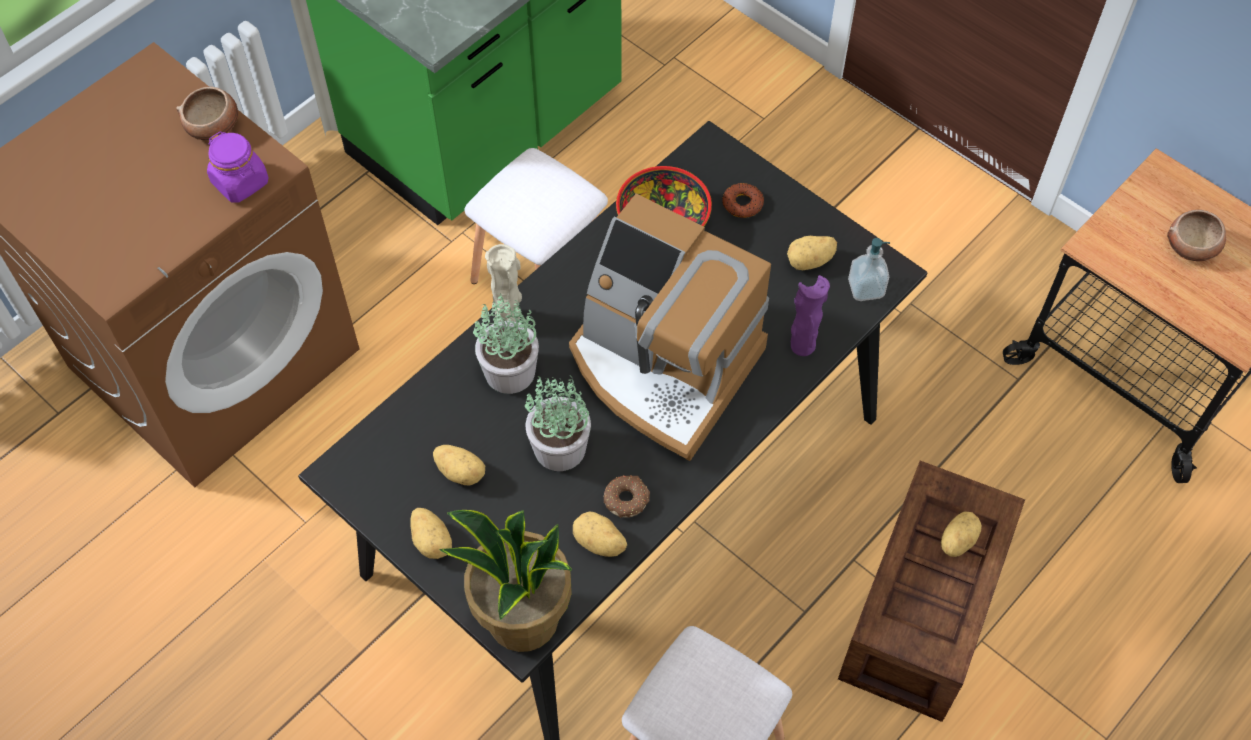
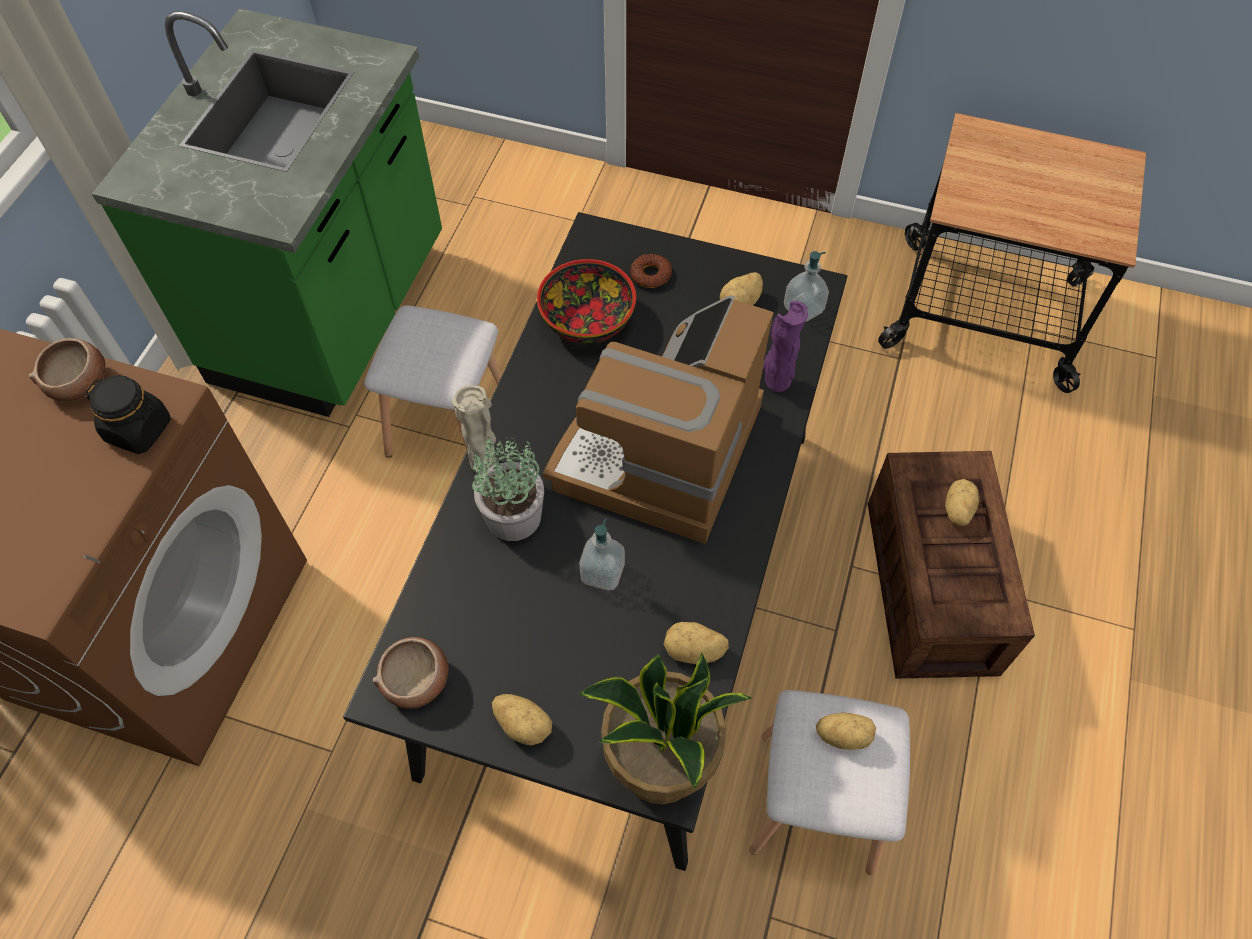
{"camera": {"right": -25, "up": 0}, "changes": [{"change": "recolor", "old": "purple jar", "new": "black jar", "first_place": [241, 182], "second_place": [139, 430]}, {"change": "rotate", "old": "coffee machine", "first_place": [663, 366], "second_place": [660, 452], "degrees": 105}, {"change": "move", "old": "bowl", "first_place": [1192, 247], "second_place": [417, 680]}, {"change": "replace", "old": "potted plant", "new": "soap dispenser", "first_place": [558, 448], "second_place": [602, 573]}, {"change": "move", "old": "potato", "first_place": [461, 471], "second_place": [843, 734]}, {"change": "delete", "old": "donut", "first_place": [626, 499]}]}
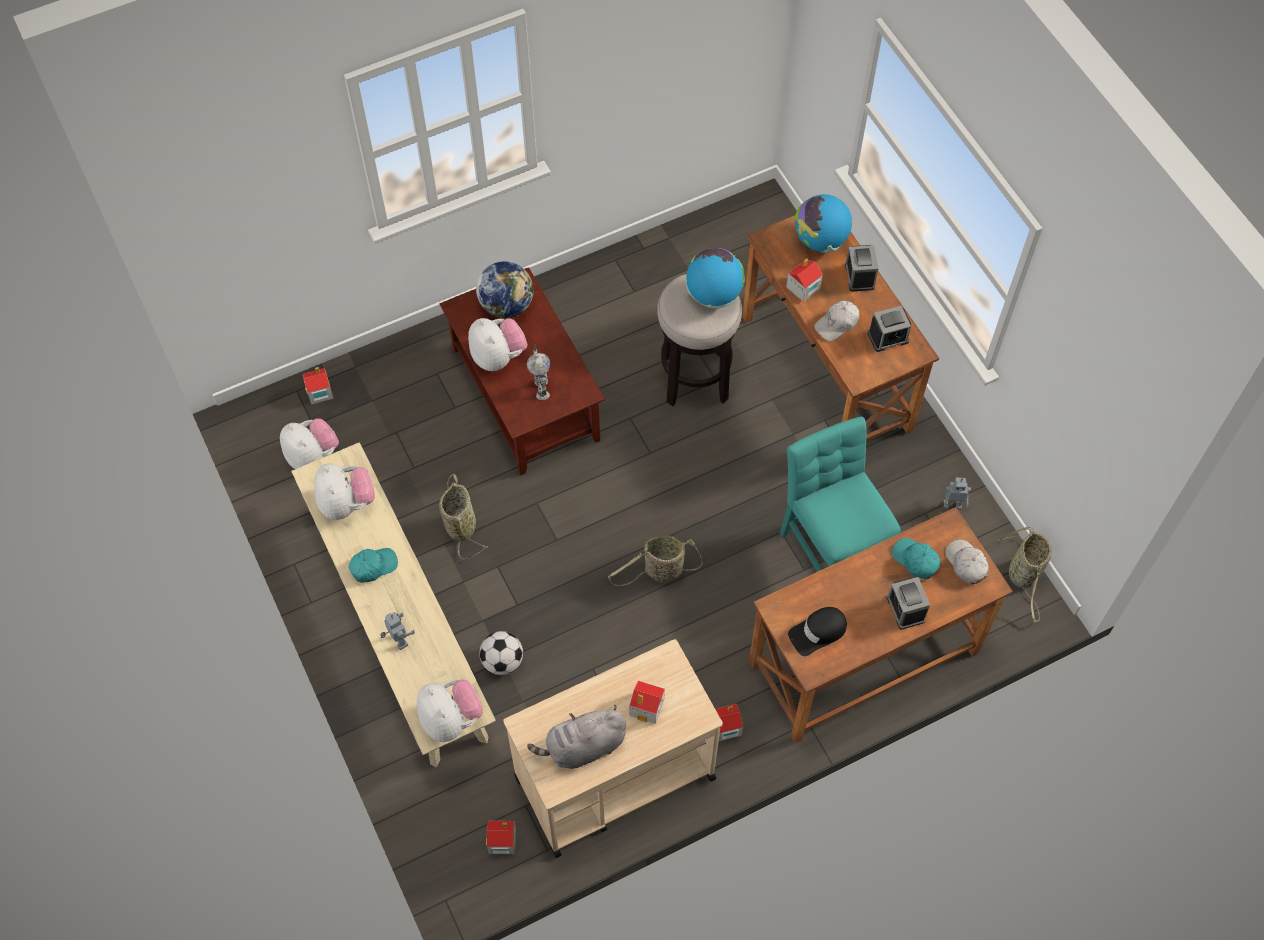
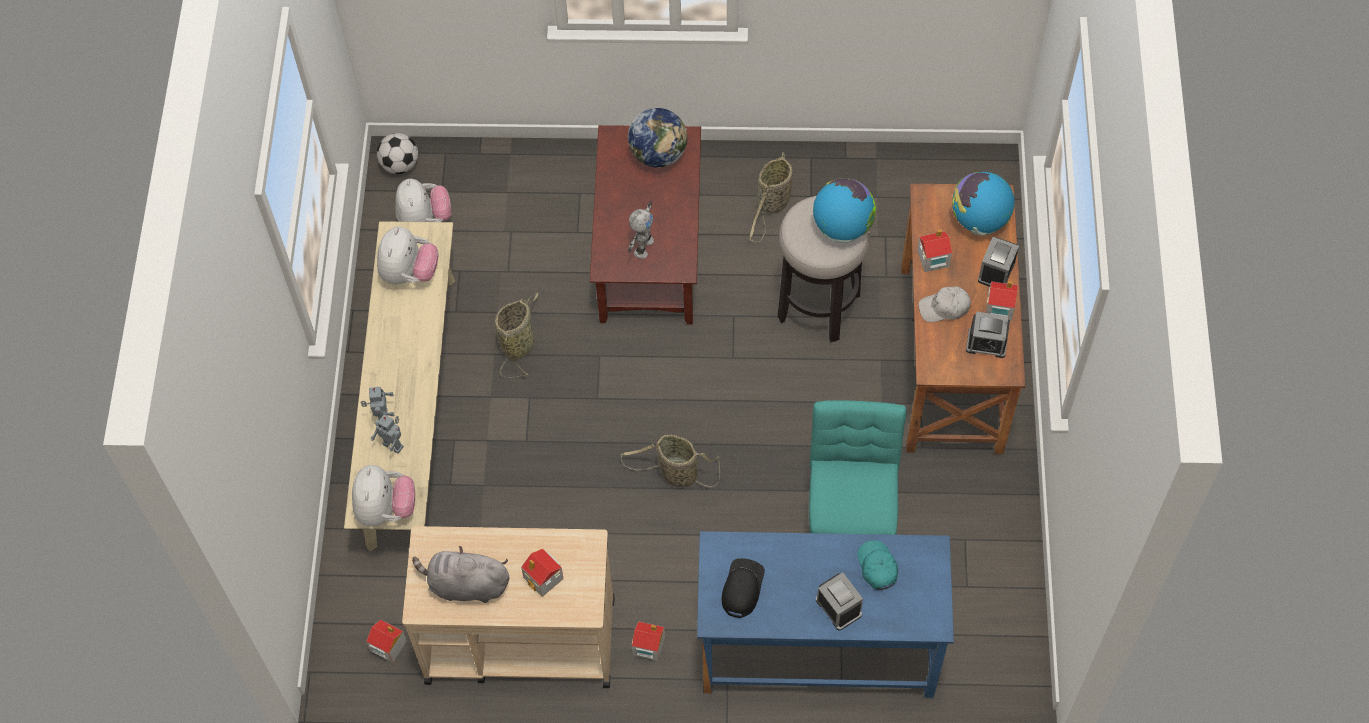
{"camera": {"right": 30, "up": 0}, "changes": [{"change": "delete", "old": "plush toy", "first_place": [498, 357]}, {"change": "move", "old": "toy house", "first_place": [319, 392], "second_place": [999, 308]}, {"change": "move", "old": "toy robot", "first_place": [952, 504], "second_place": [394, 444]}, {"change": "recolor", "old": "brown desk", "new": "blue desk", "first_place": [864, 659], "second_place": [817, 648]}, {"change": "move", "old": "basket", "first_place": [1023, 576], "second_place": [772, 205]}, {"change": "delete", "old": "white cap", "first_place": [966, 564]}, {"change": "delete", "old": "turquoise cap", "first_place": [373, 566]}, {"change": "rotate", "old": "alarm clock", "first_place": [905, 609], "second_place": [838, 607], "degrees": 135}, {"change": "rotate", "old": "black cap", "first_place": [818, 632], "second_place": [742, 588], "degrees": 105}, {"change": "move", "old": "football", "first_place": [502, 661], "second_place": [400, 165]}]}
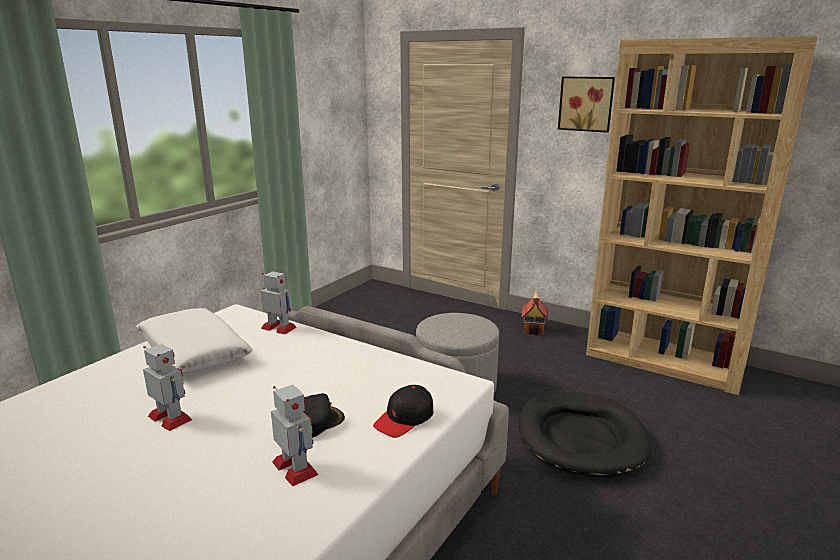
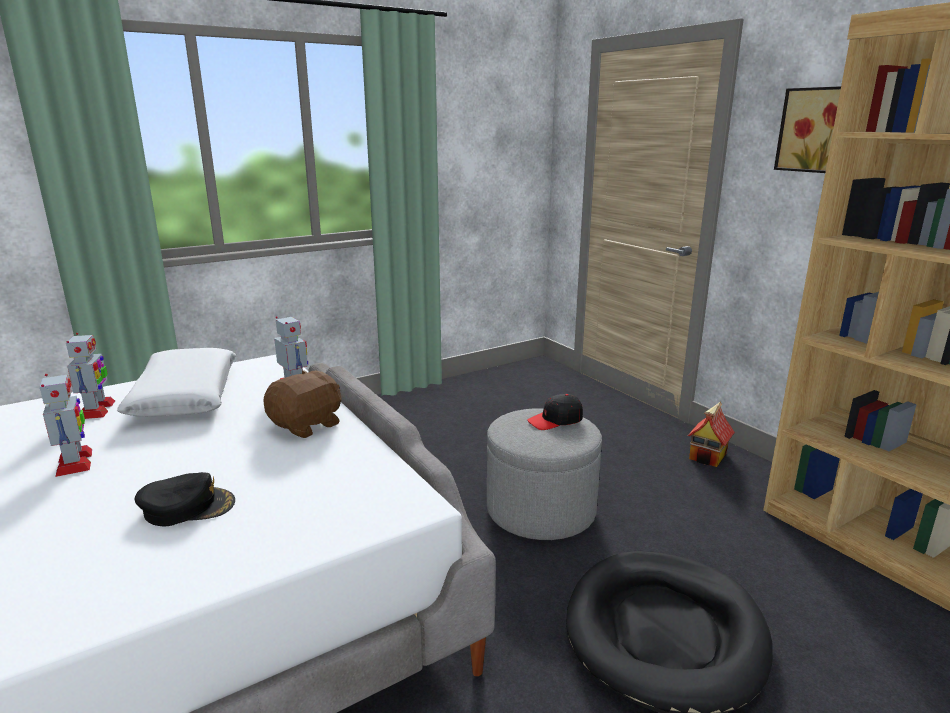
{"camera": {"right": 25, "up": 0}, "changes": [{"change": "move", "old": "toy robot", "first_place": [295, 468], "second_place": [96, 410]}, {"change": "move", "old": "black cap", "first_place": [404, 419], "second_place": [555, 420]}, {"change": "insert", "new": "brown plush toy", "second_place": [307, 425]}]}
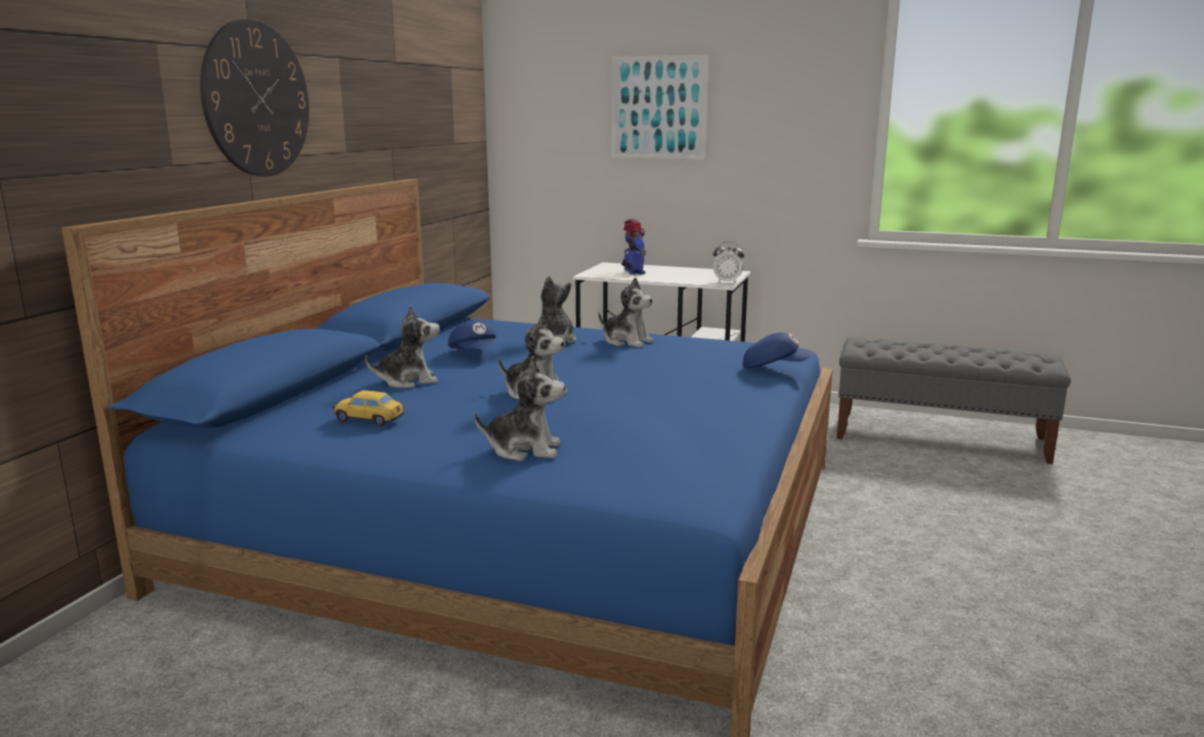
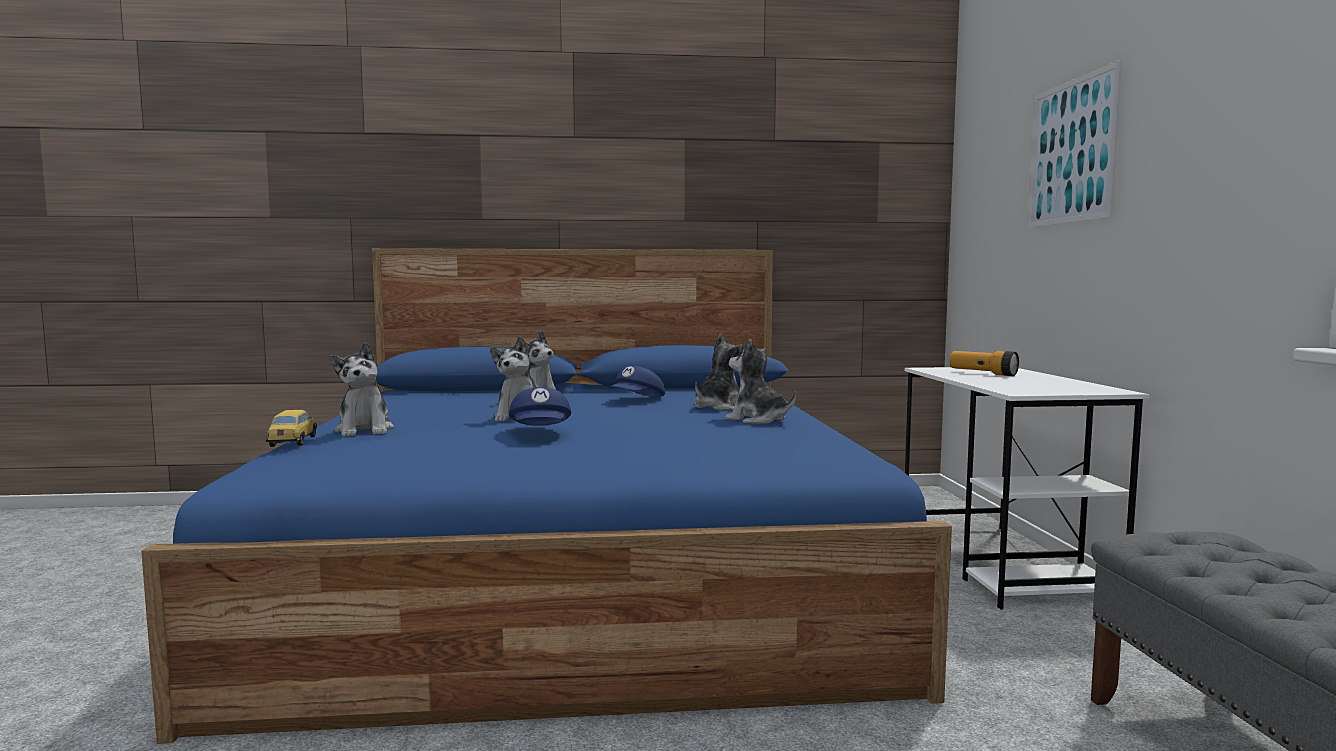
{"camera": {"right": 65, "up": -10}, "changes": [{"change": "delete", "old": "wall clock", "first_place": [256, 99]}, {"change": "replace", "old": "toy robot", "new": "flashlight", "first_place": [633, 272], "second_place": [982, 373]}, {"change": "delete", "old": "alarm clock", "first_place": [727, 282]}, {"change": "rotate", "old": "plush toy", "first_place": [627, 341], "second_place": [758, 420], "degrees": 120}, {"change": "move", "old": "blue cap", "first_place": [775, 368], "second_place": [541, 431]}, {"change": "move", "old": "toy car", "first_place": [369, 420], "second_place": [292, 442]}]}
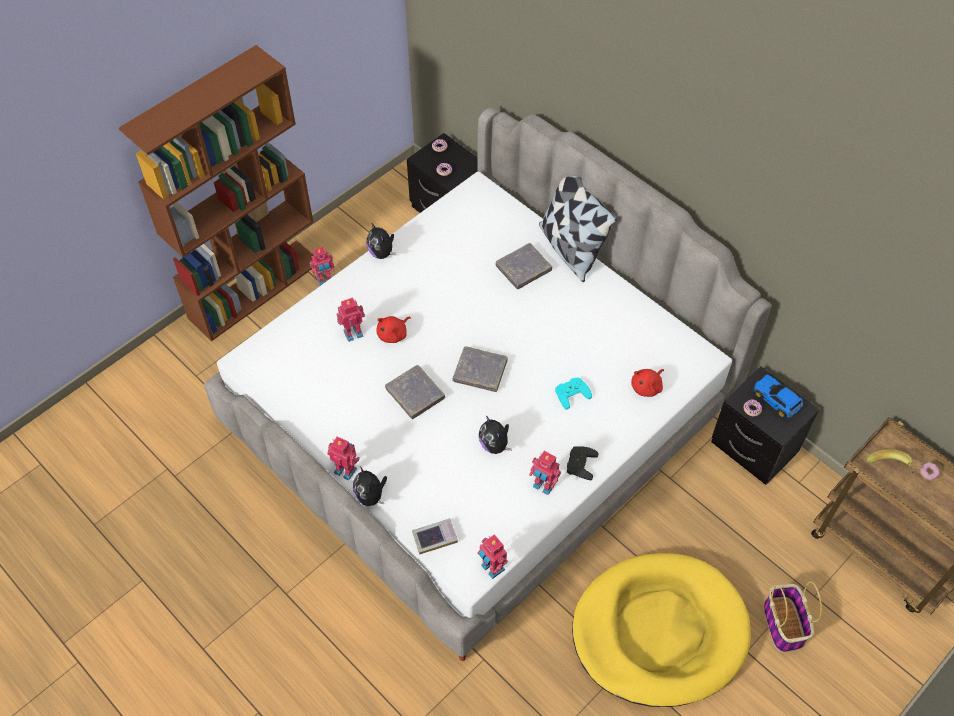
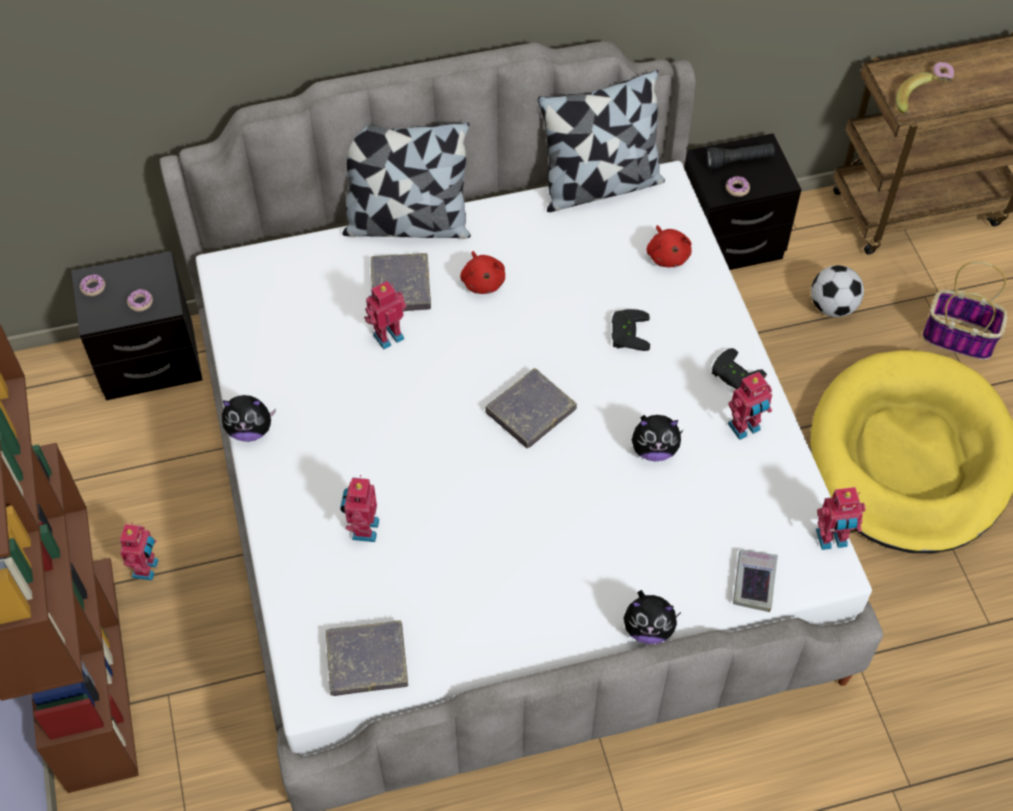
{"camera": {"right": -60, "up": 0}, "changes": [{"change": "move", "old": "red plush toy", "first_place": [393, 334], "second_place": [483, 281]}, {"change": "move", "old": "grey book", "first_place": [415, 394], "second_place": [367, 660]}, {"change": "replace", "old": "toy car", "new": "black flashlight", "first_place": [777, 400], "second_place": [739, 161]}, {"change": "recolor", "old": "turquoise game controller", "new": "black game controller", "first_place": [571, 392], "second_place": [626, 332]}, {"change": "move", "old": "toy robot", "first_place": [346, 469], "second_place": [387, 335]}, {"change": "insert", "new": "pillow", "second_place": [600, 185]}, {"change": "insert", "new": "football", "second_place": [832, 307]}]}
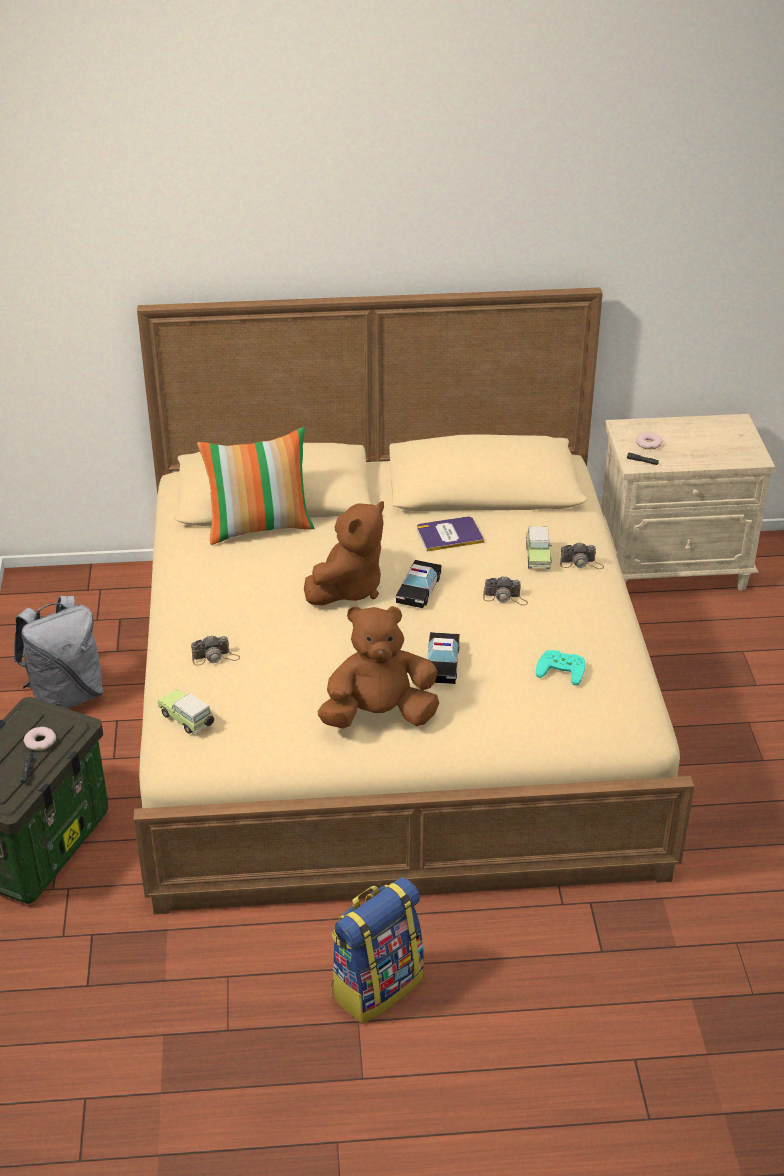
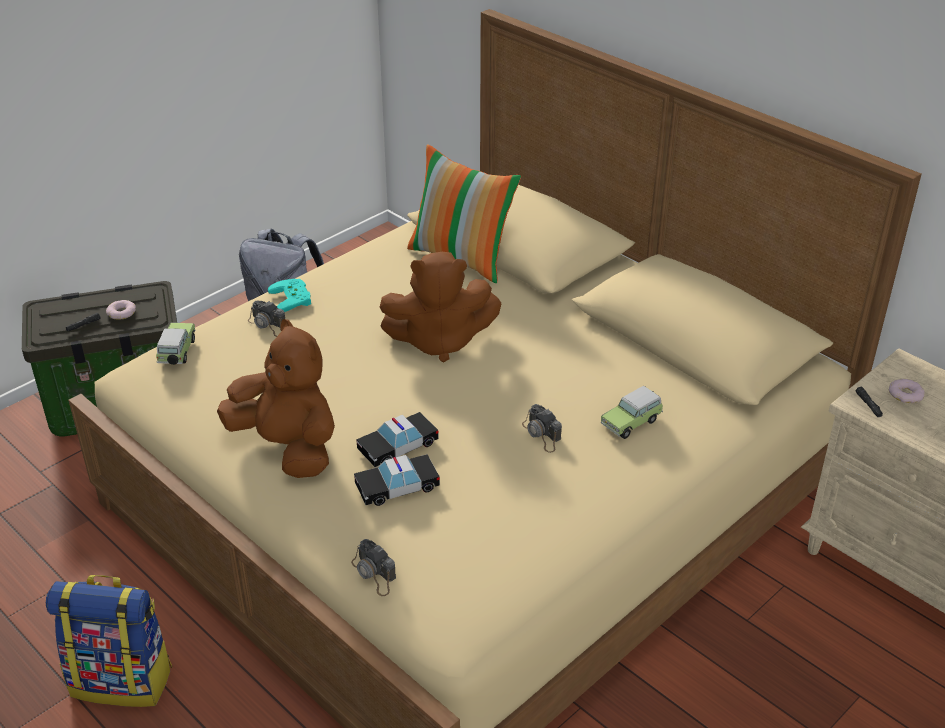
{"camera": {"right": 50, "up": 0}, "changes": [{"change": "delete", "old": "book", "first_place": [449, 535]}, {"change": "move", "old": "photo camera", "first_place": [581, 563], "second_place": [374, 574]}, {"change": "move", "old": "toy car", "first_place": [418, 590], "second_place": [397, 487]}, {"change": "move", "old": "turquoise game controller", "first_place": [562, 668], "second_place": [293, 298]}]}
